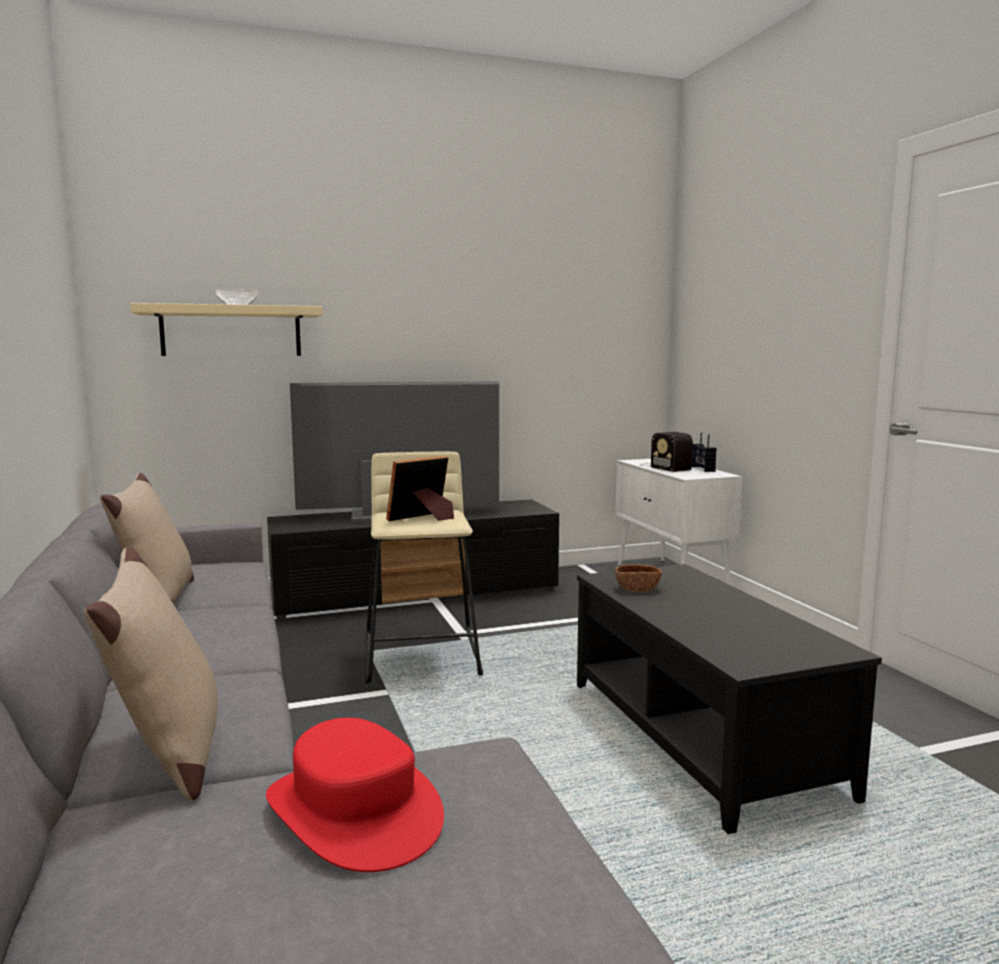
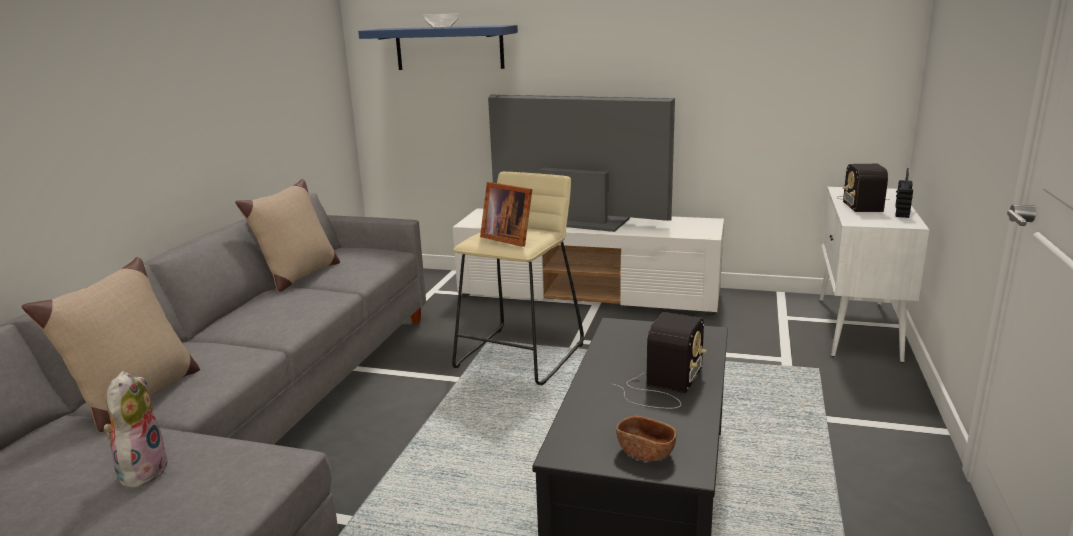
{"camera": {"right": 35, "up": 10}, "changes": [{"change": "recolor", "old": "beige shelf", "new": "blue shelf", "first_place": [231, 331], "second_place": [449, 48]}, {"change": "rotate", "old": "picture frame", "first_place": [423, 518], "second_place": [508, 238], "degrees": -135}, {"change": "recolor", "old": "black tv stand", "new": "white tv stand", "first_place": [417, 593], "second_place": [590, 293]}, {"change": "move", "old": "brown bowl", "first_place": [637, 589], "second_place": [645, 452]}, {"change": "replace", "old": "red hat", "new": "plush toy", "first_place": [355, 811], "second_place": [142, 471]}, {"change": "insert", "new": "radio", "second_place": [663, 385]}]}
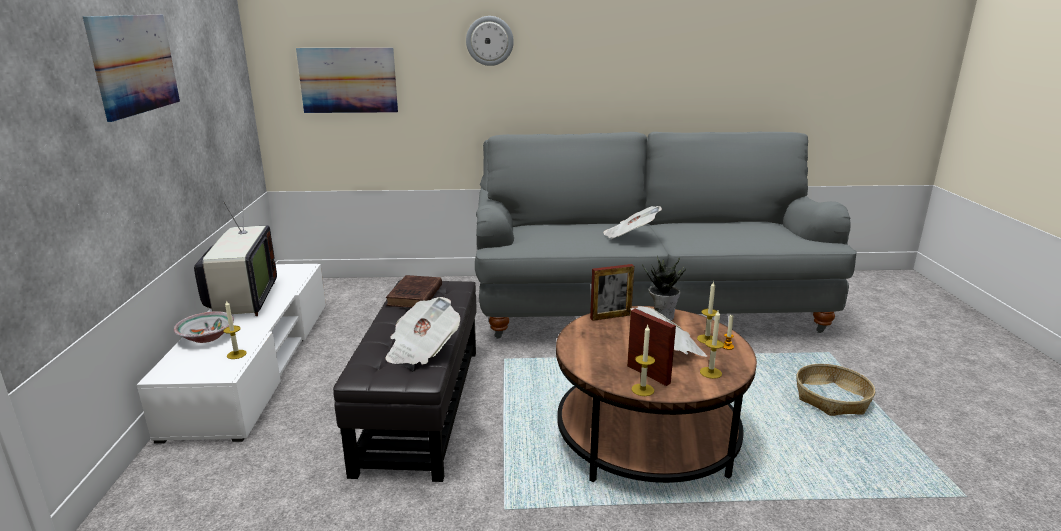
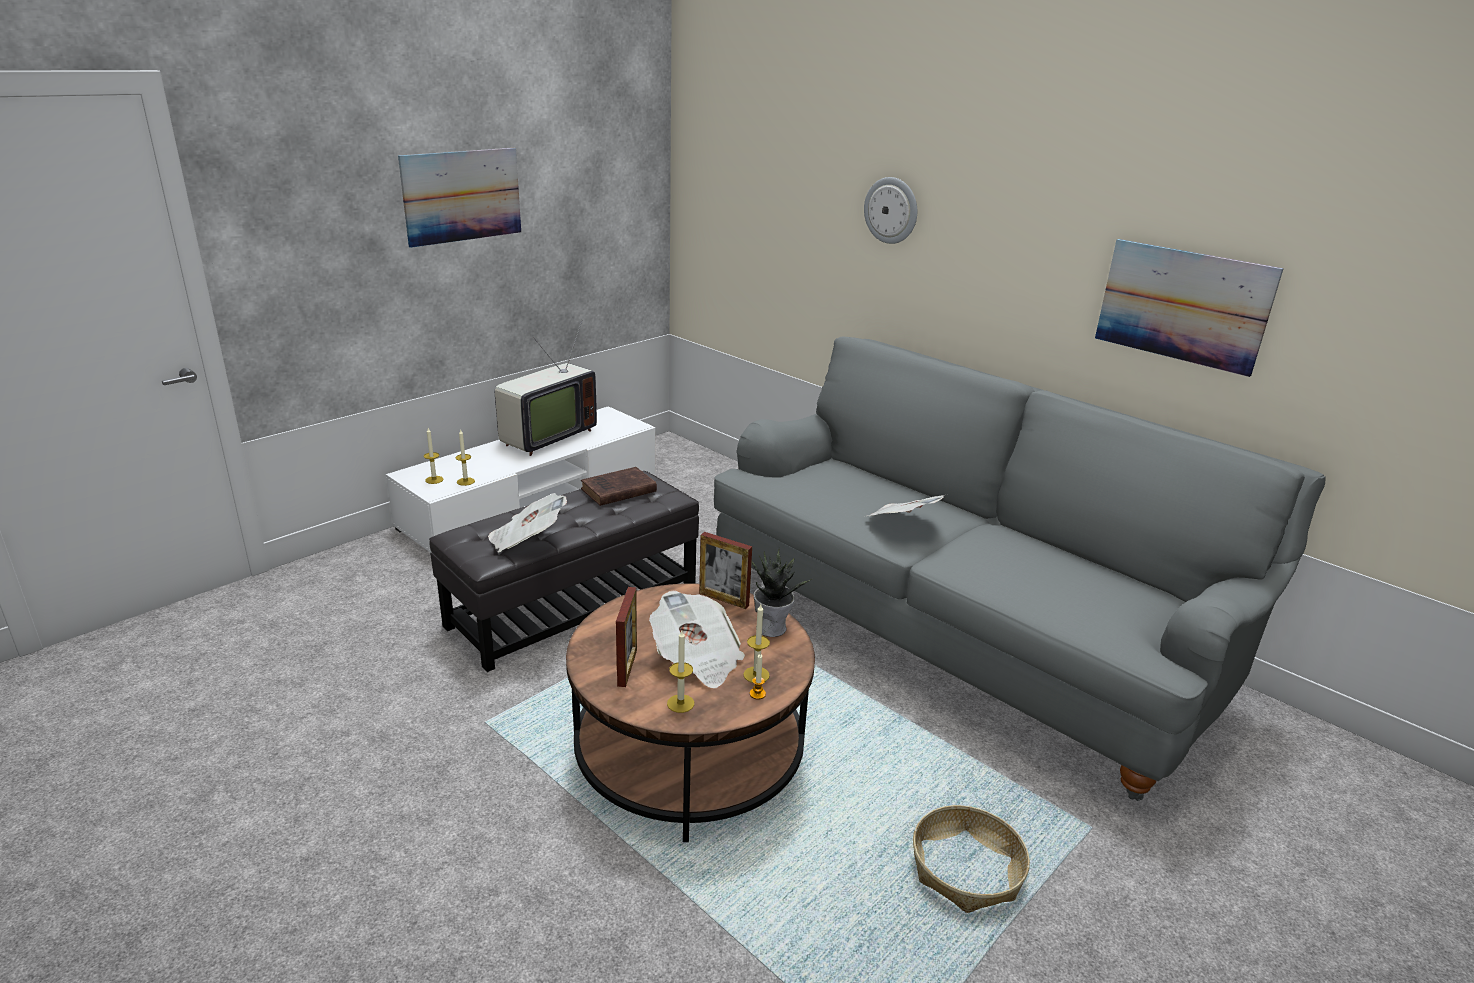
{"camera": {"right": 45, "up": 5}, "changes": [{"change": "move", "old": "picture", "first_place": [348, 80], "second_place": [1183, 305]}, {"change": "delete", "old": "bowl", "first_place": [206, 337]}, {"change": "move", "old": "candle", "first_place": [642, 390], "second_place": [434, 480]}]}
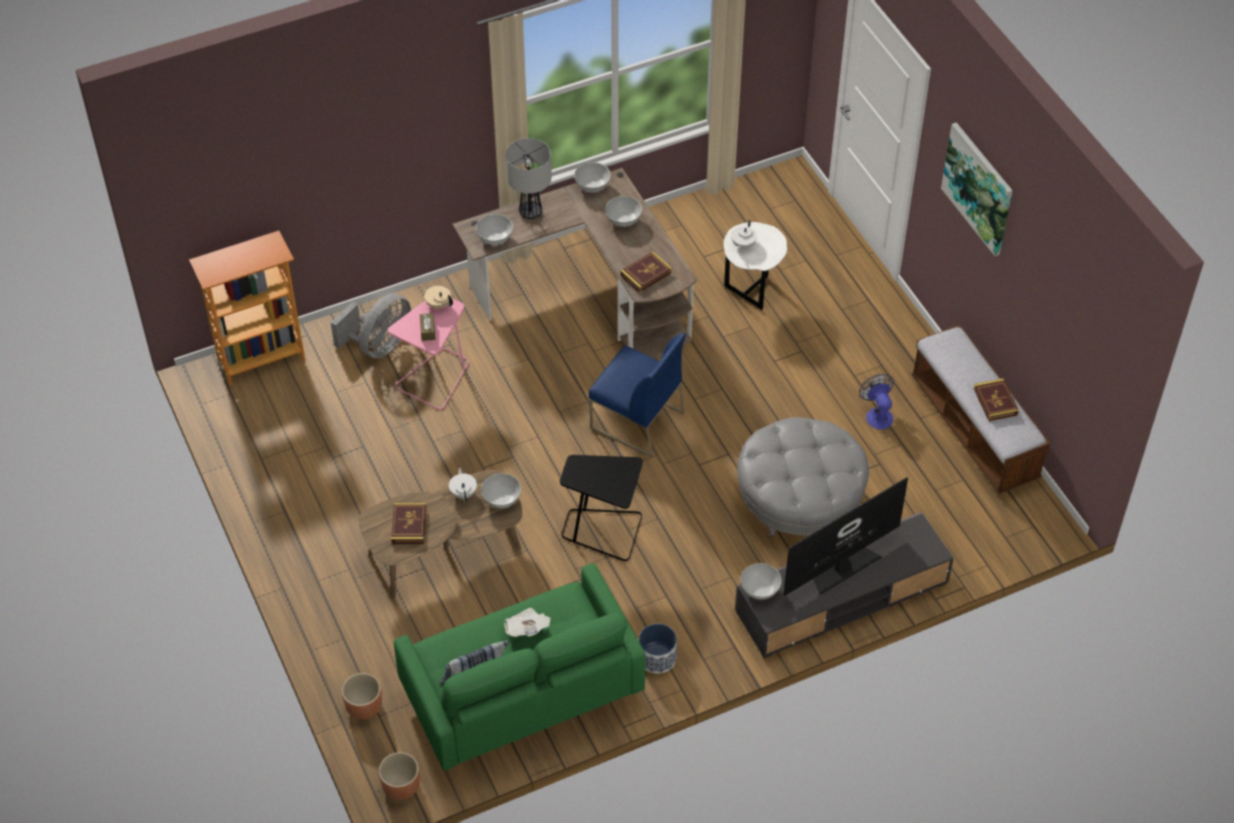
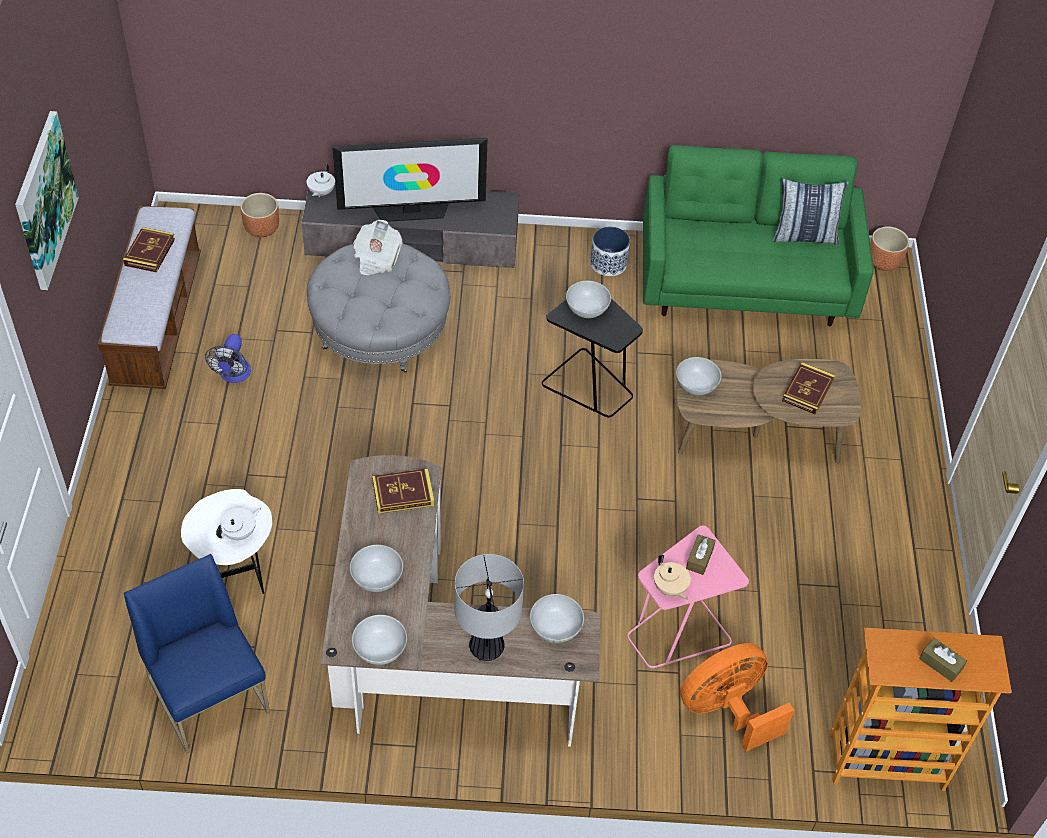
{"camera": {"right": -155, "up": 0}, "changes": [{"change": "recolor", "old": "grey fan", "new": "orange fan", "first_place": [379, 346], "second_place": [726, 710]}, {"change": "move", "old": "blue chair", "first_place": [636, 421], "second_place": [210, 695]}, {"change": "move", "old": "white teapot", "first_place": [463, 493], "second_place": [321, 192]}, {"change": "move", "old": "white bowl", "first_place": [760, 590], "second_place": [586, 310]}, {"change": "move", "old": "newspaper", "first_place": [527, 629], "second_place": [376, 258]}, {"change": "move", "old": "brown planter", "first_place": [364, 707], "second_place": [262, 229]}, {"change": "insert", "new": "brown tissue box", "second_place": [940, 664]}]}
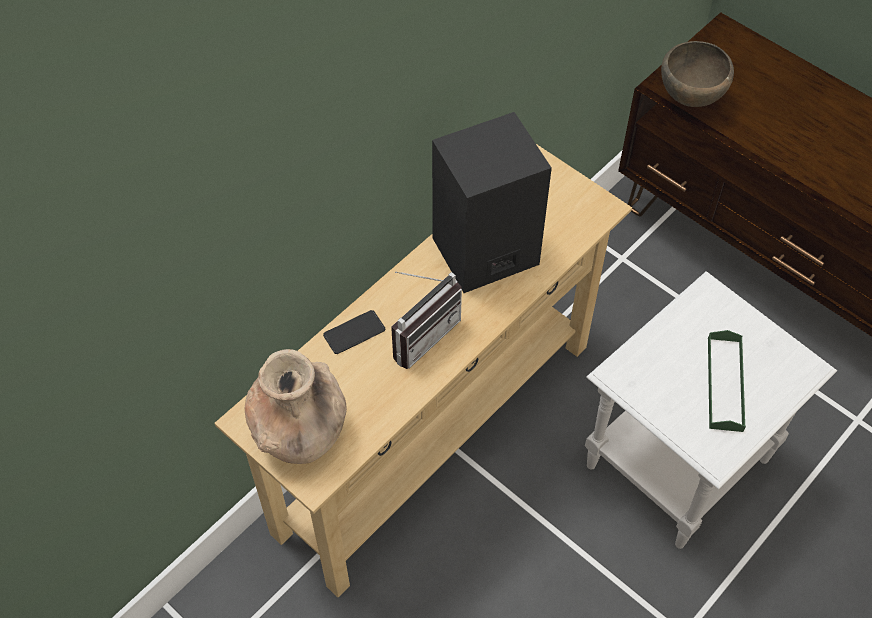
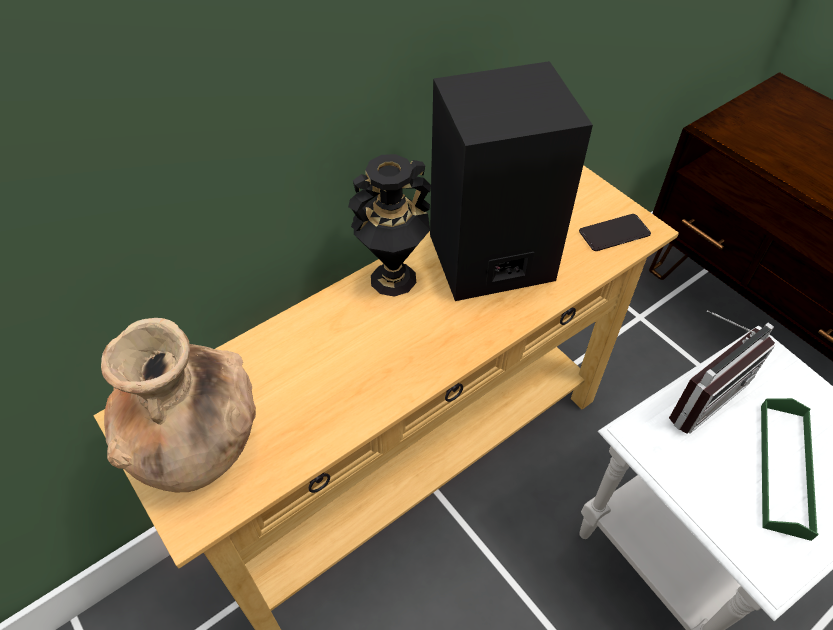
{"camera": {"right": 10, "up": -5}, "changes": [{"change": "delete", "old": "brown bowl", "first_place": [690, 99]}, {"change": "move", "old": "radio", "first_place": [420, 333], "second_place": [698, 393]}, {"change": "move", "old": "phone", "first_place": [354, 332], "second_place": [614, 233]}, {"change": "insert", "new": "black vase", "second_place": [393, 279]}]}
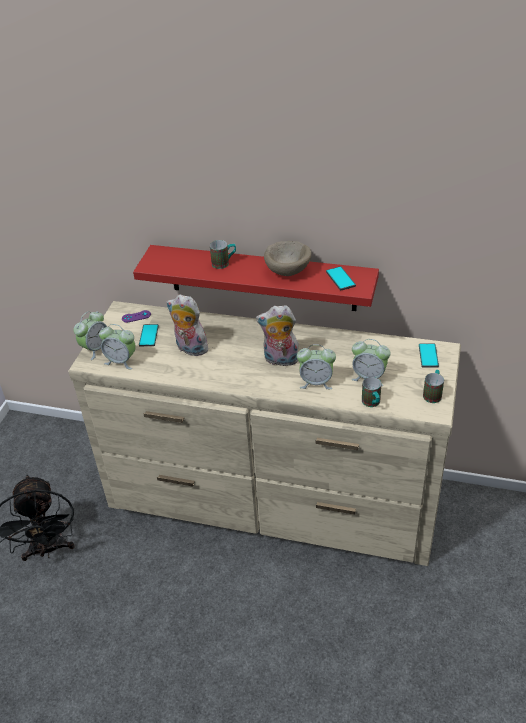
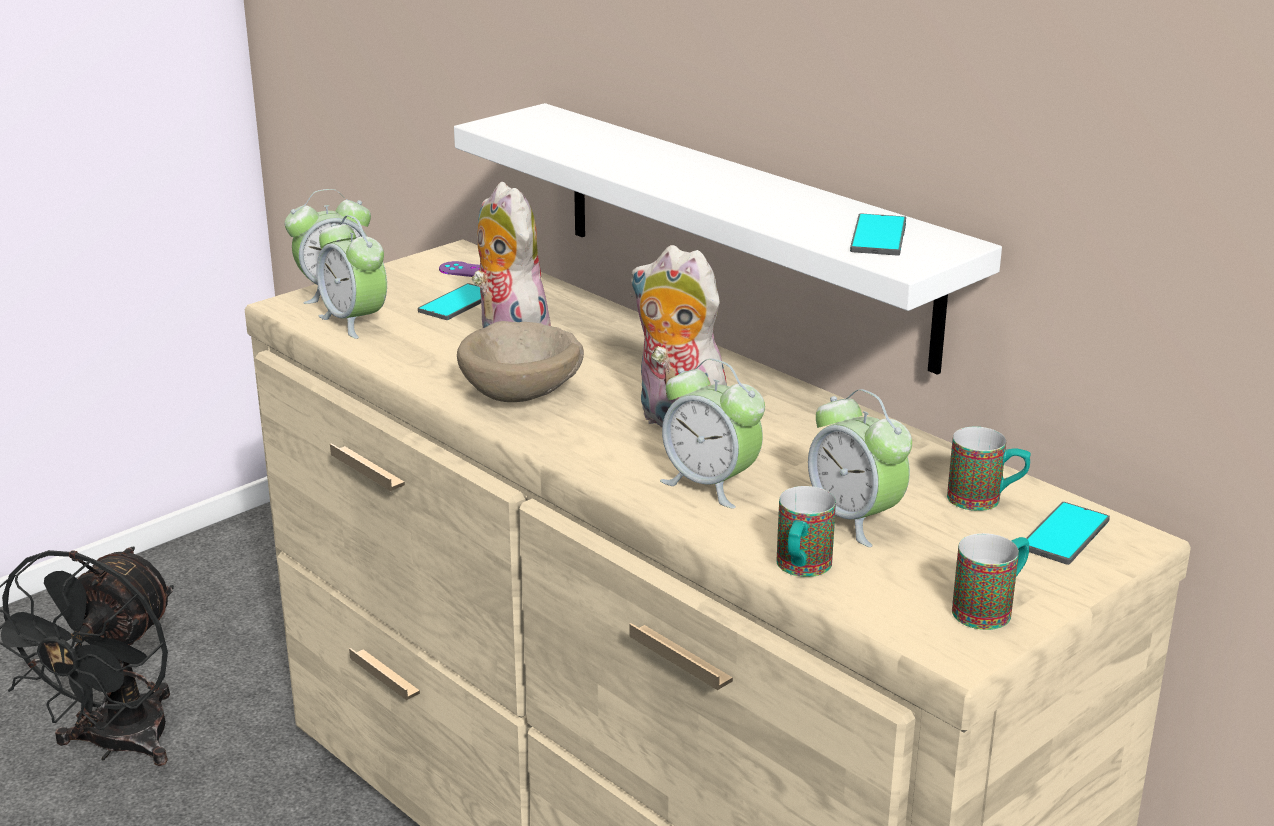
{"camera": {"right": 30, "up": -15}, "changes": [{"change": "move", "old": "mug", "first_place": [224, 263], "second_place": [985, 500]}, {"change": "move", "old": "beige bowl", "first_place": [288, 270], "second_place": [524, 395]}, {"change": "recolor", "old": "red shelf", "new": "white shelf", "first_place": [262, 278], "second_place": [743, 232]}]}
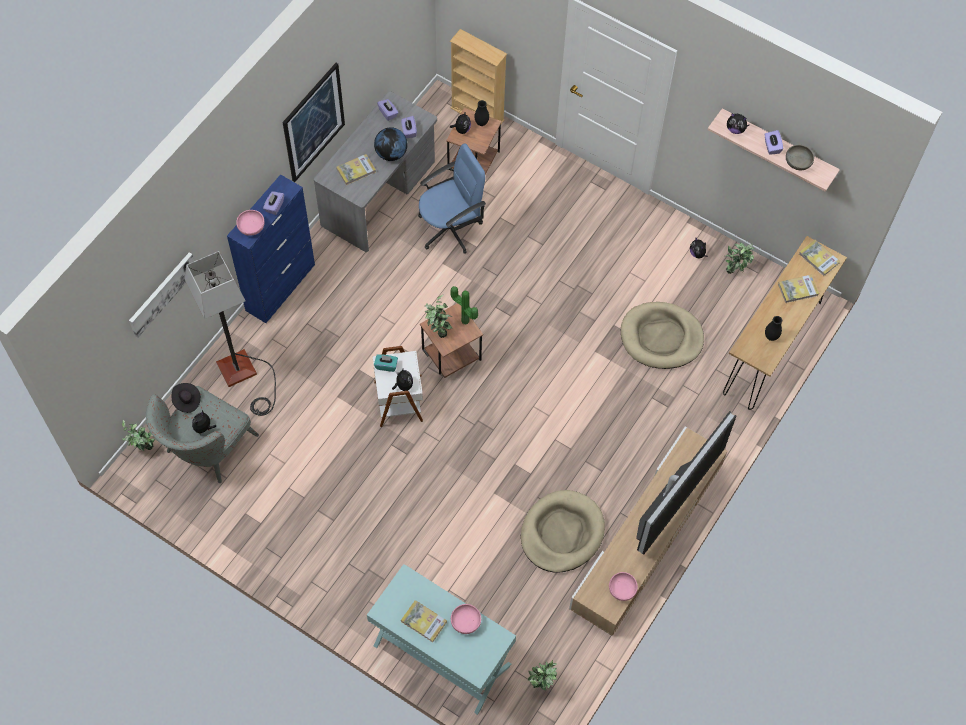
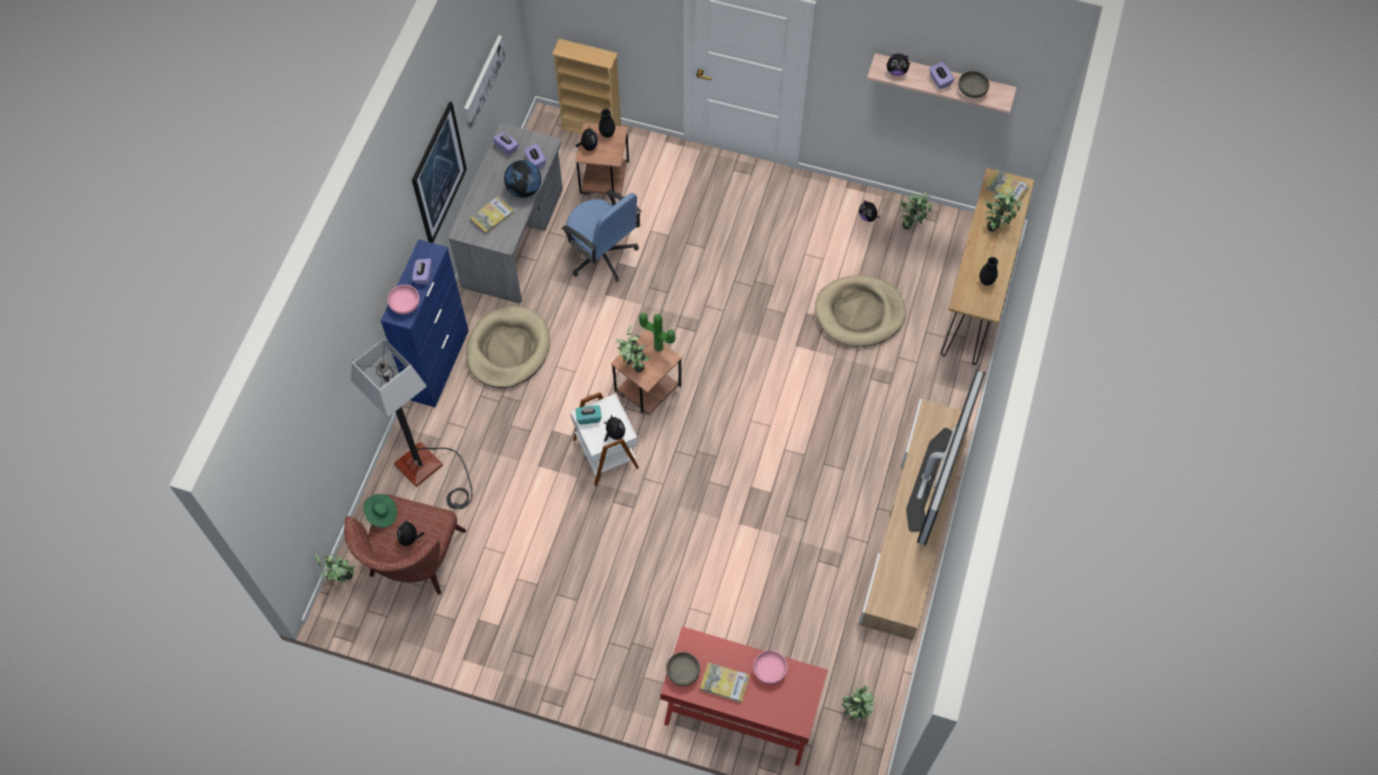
{"camera": {"right": -15, "up": 0}, "changes": [{"change": "rotate", "old": "blue office chair", "first_place": [450, 228], "second_place": [602, 255], "degrees": 90}, {"change": "move", "old": "picture", "first_place": [161, 293], "second_place": [483, 81]}, {"change": "replace", "old": "book", "new": "potted plant", "first_place": [798, 290], "second_place": [996, 226]}, {"change": "recolor", "old": "black hat", "new": "green hat", "first_place": [186, 401], "second_place": [381, 514]}, {"change": "recolor", "old": "grey armchair", "new": "brown armchair", "first_place": [205, 450], "second_place": [412, 563]}, {"change": "move", "old": "beige dog bed", "first_place": [562, 533], "second_place": [508, 349]}, {"change": "recolor", "old": "turquoise console table", "new": "red console table", "first_place": [441, 655], "second_place": [740, 713]}, {"change": "delete", "old": "pink bowl", "first_place": [622, 589]}, {"change": "insert", "new": "grey bowl", "second_place": [683, 672]}]}
